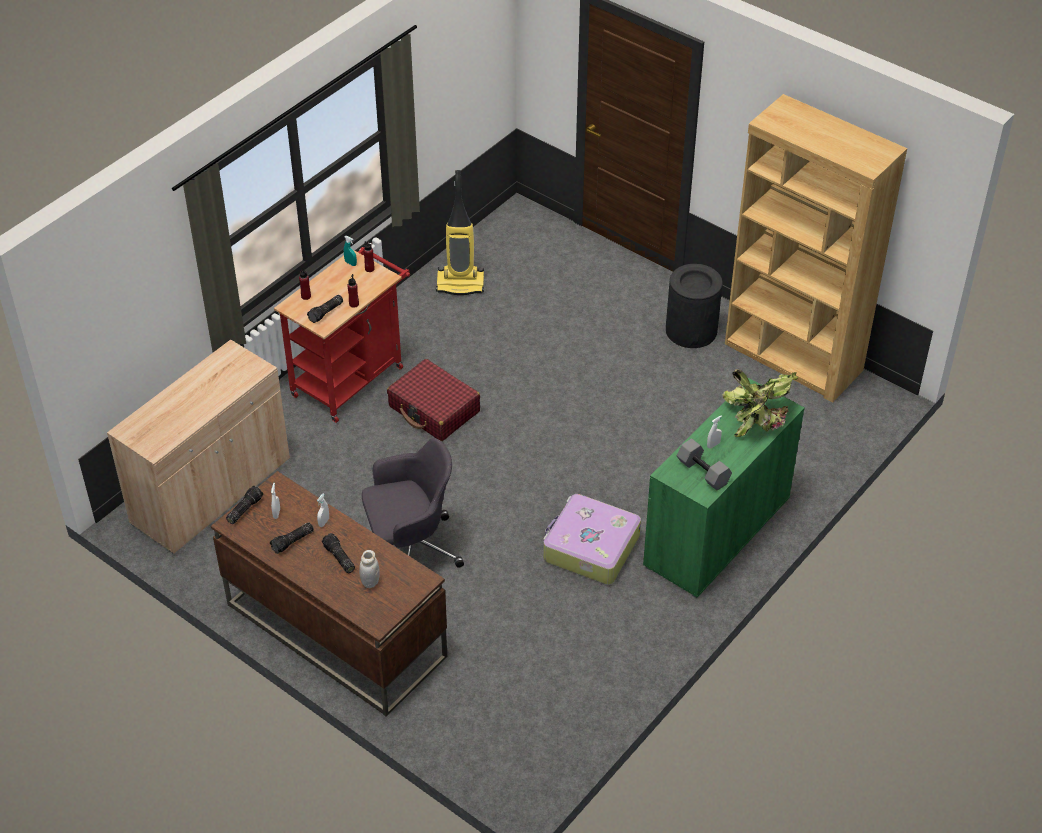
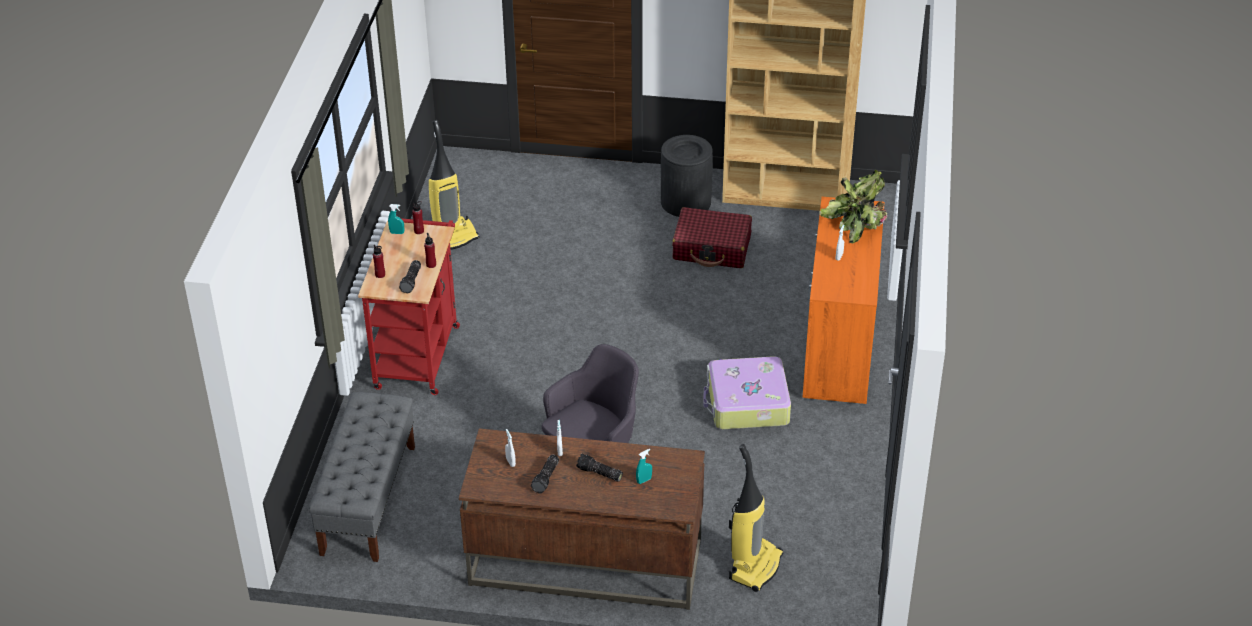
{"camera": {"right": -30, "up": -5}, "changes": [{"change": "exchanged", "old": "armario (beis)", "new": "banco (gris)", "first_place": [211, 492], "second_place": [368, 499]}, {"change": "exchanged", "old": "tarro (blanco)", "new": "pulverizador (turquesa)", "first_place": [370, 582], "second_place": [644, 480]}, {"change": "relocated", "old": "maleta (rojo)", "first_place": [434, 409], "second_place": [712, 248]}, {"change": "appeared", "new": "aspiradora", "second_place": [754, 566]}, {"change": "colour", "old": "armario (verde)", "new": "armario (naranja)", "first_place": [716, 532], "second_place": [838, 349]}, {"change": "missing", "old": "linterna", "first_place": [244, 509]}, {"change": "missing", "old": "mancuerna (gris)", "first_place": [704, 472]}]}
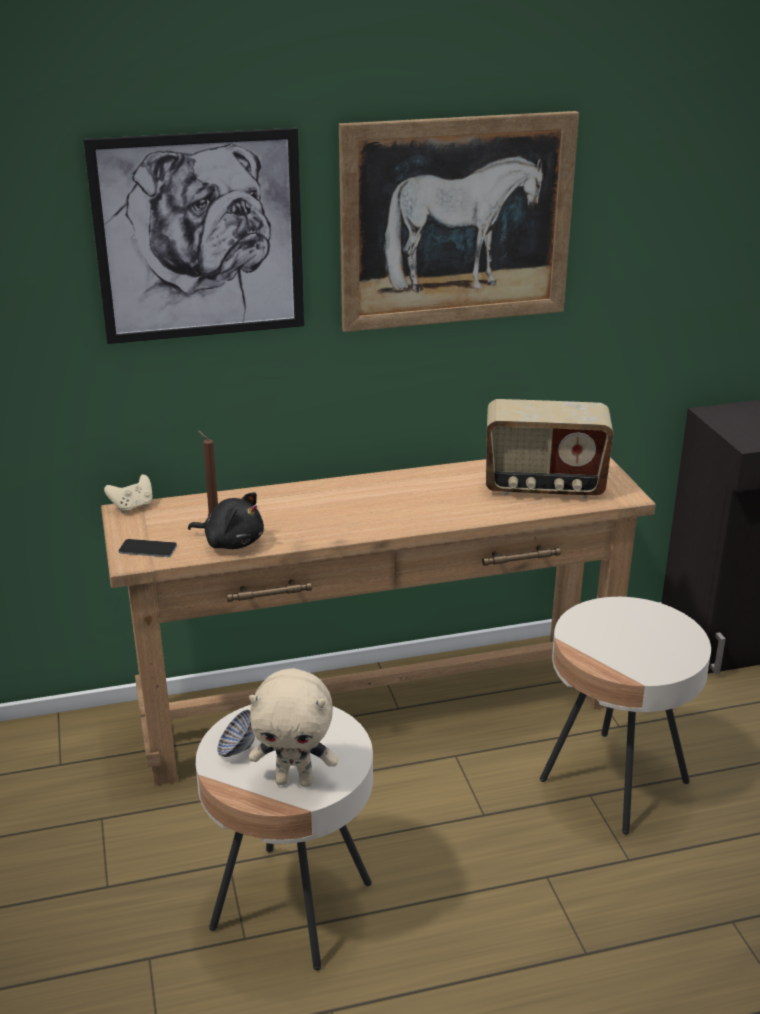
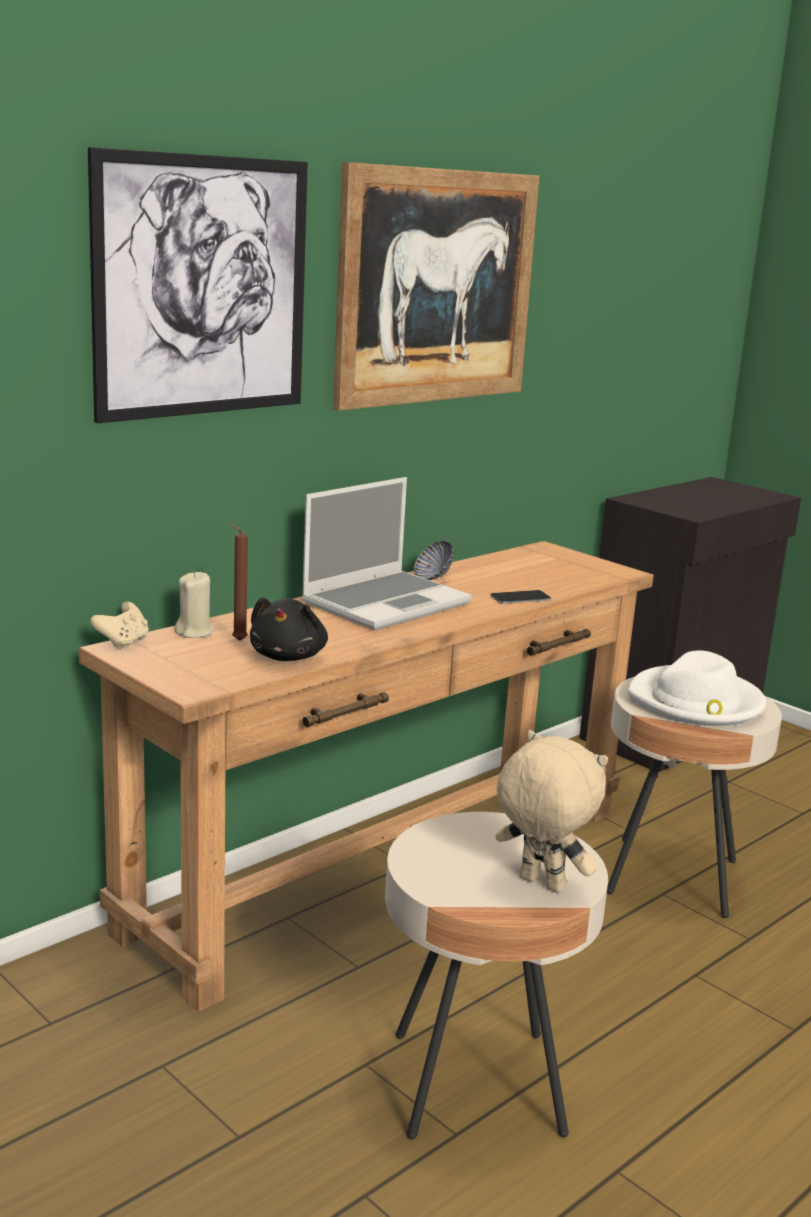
{"camera": {"right": -30, "up": -10}, "changes": [{"change": "appeared", "new": "vela (beis)", "second_place": [195, 632]}, {"change": "spun", "old": "peluche (negro)", "first_place": [231, 542], "second_place": [289, 656], "degrees": 105}, {"change": "appeared", "new": "portátil", "second_place": [386, 602]}, {"change": "relocated", "old": "cuenco", "first_place": [237, 749], "second_place": [432, 578]}, {"change": "relocated", "old": "móvil", "first_place": [148, 549], "second_place": [520, 598]}, {"change": "spun", "old": "peluche (beis)", "first_place": [295, 780], "second_place": [540, 884], "degrees": -120}, {"change": "appeared", "new": "sombrero (blanco)", "second_place": [696, 703]}, {"change": "missing", "old": "radio", "first_place": [544, 487]}]}
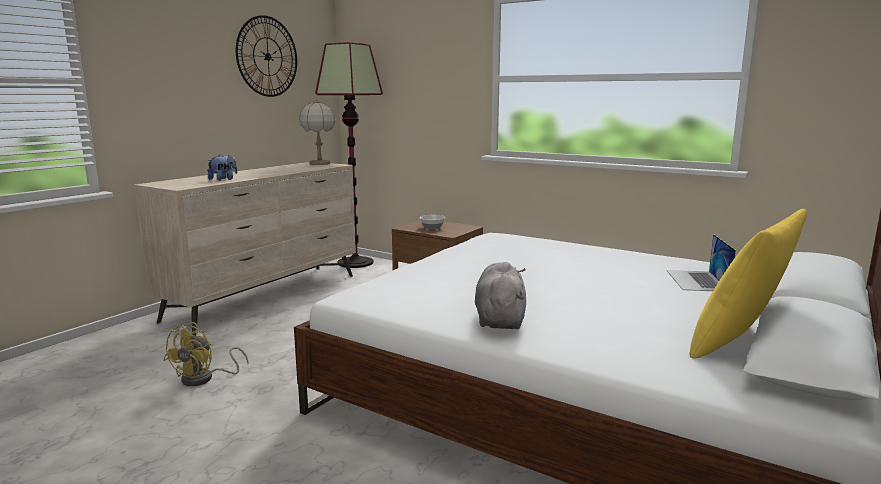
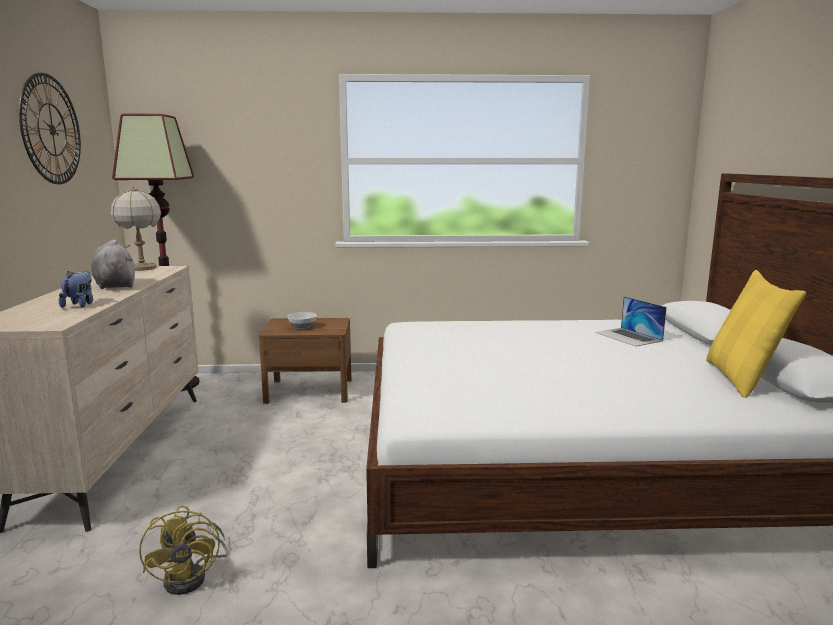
{"camera": {"right": -35, "up": 0}, "changes": [{"change": "relocated", "old": "peluche (gris)", "first_place": [499, 319], "second_place": [115, 285]}]}
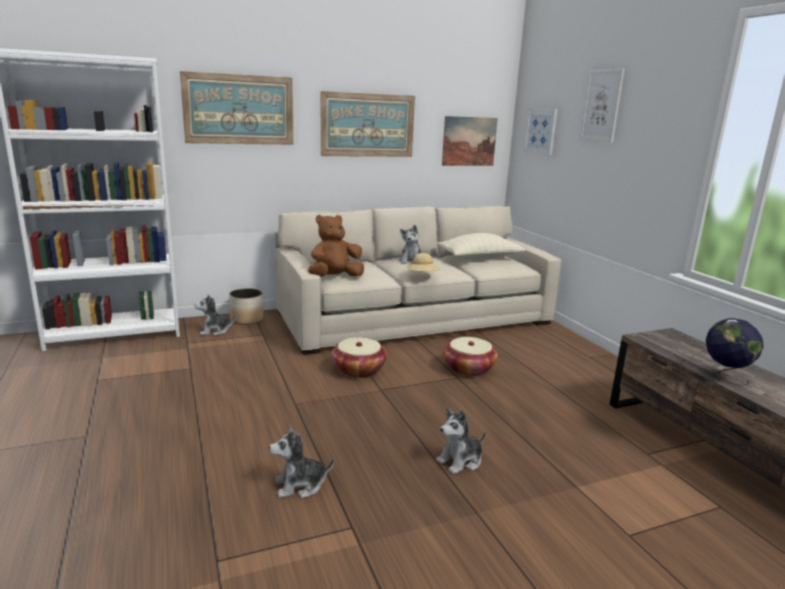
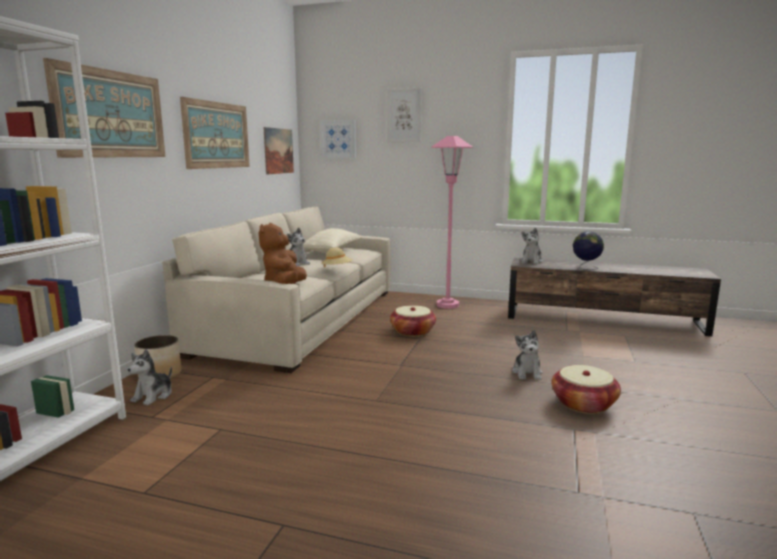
{"camera": {"right": -50, "up": -5}, "changes": [{"change": "appeared", "new": "lámpara de pie (rosa)", "second_place": [447, 305]}, {"change": "relocated", "old": "peluche", "first_place": [300, 485], "second_place": [531, 261]}, {"change": "relocated", "old": "cesta", "first_place": [358, 370], "second_place": [583, 404]}]}
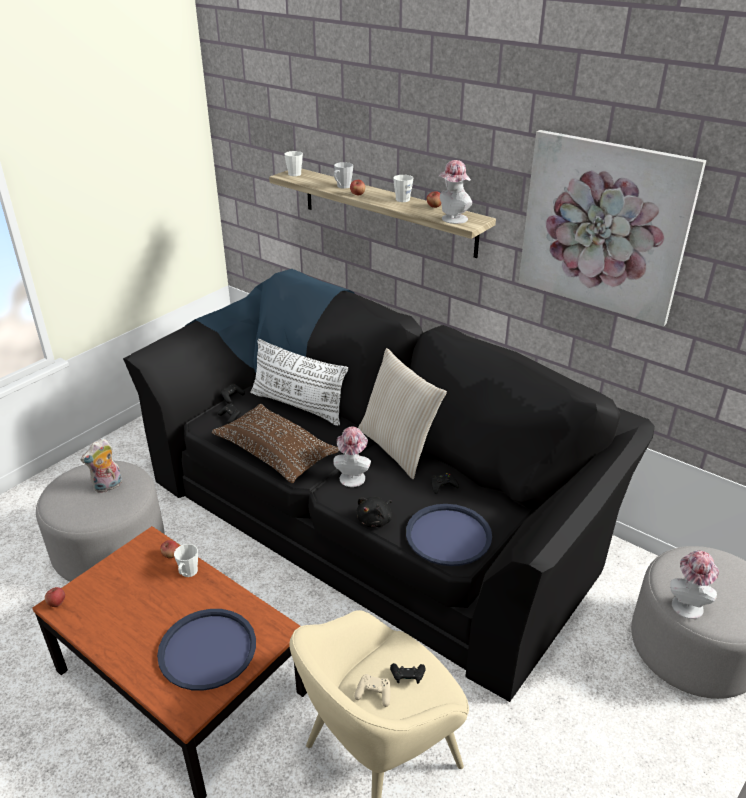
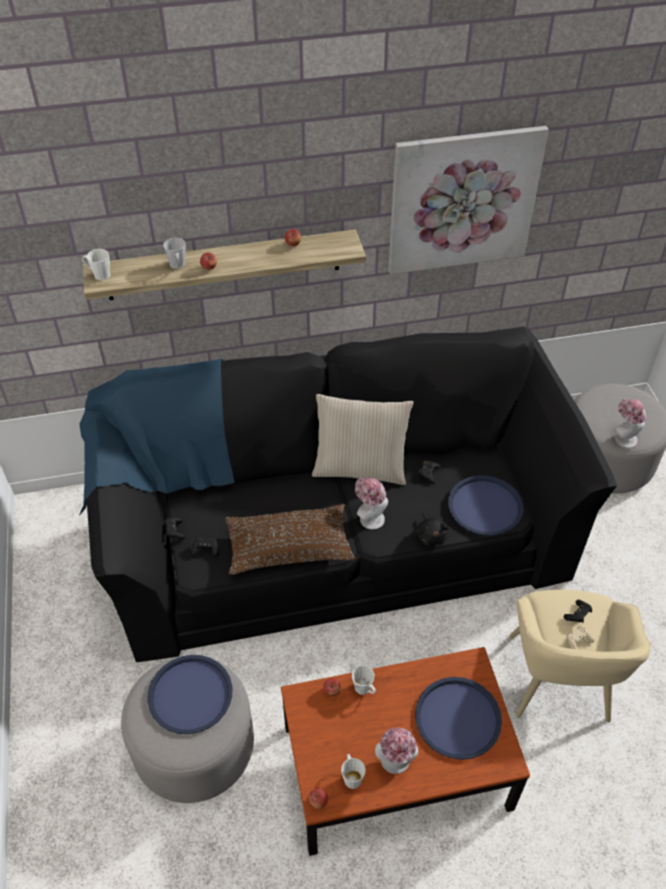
{"camera": {"right": -50, "up": 15}, "changes": [{"change": "exchanged", "old": "peluche", "new": "bandeja (azul)", "first_place": [108, 487], "second_place": [190, 695]}, {"change": "relocated", "old": "taza grande (blanco)", "first_place": [404, 198], "second_place": [351, 776]}, {"change": "relocated", "old": "sombrero", "first_place": [452, 220], "second_place": [395, 763]}, {"change": "missing", "old": "cojín (blanco)", "first_place": [298, 406]}]}
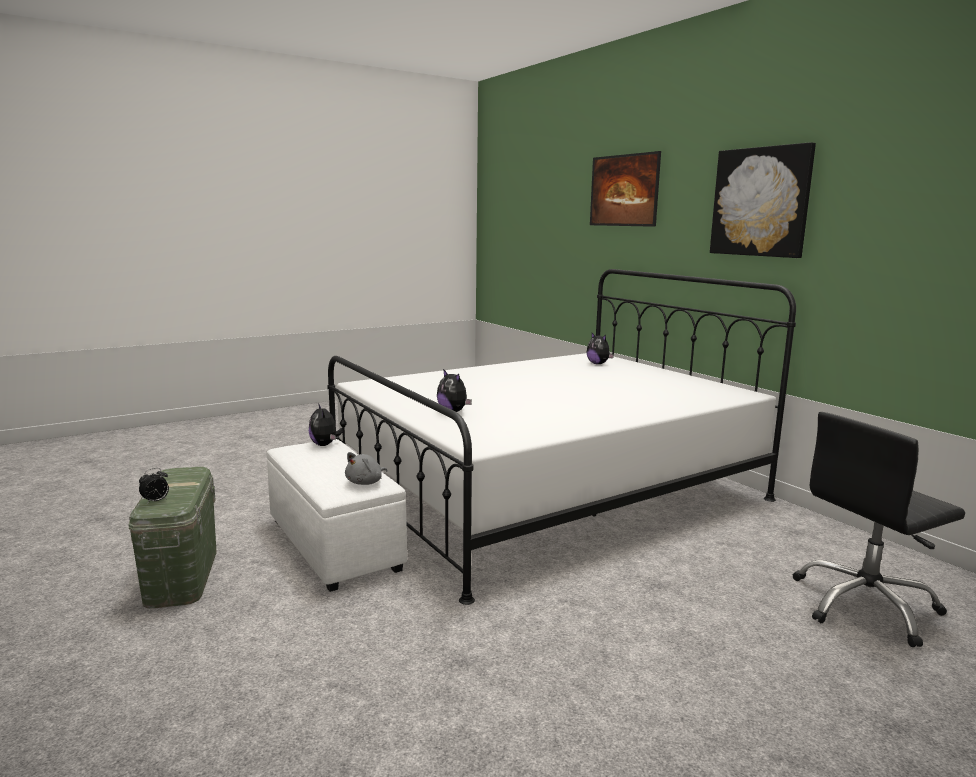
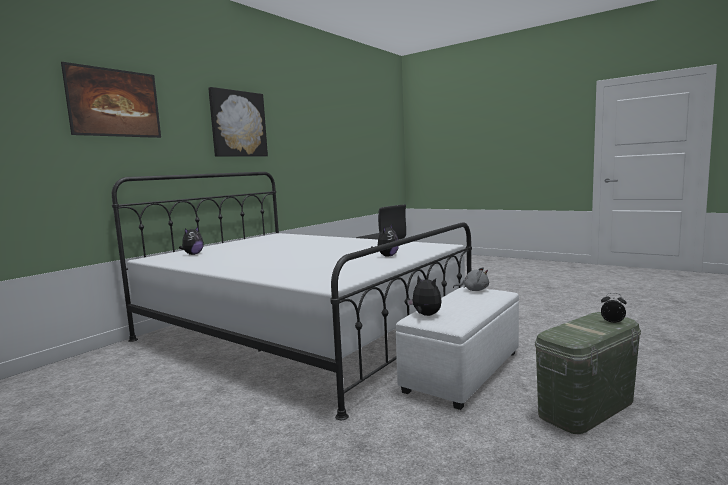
{"camera": {"right": -110, "up": -5}, "changes": [{"change": "spun", "old": "peluche", "first_place": [325, 445], "second_place": [425, 315], "degrees": -90}]}
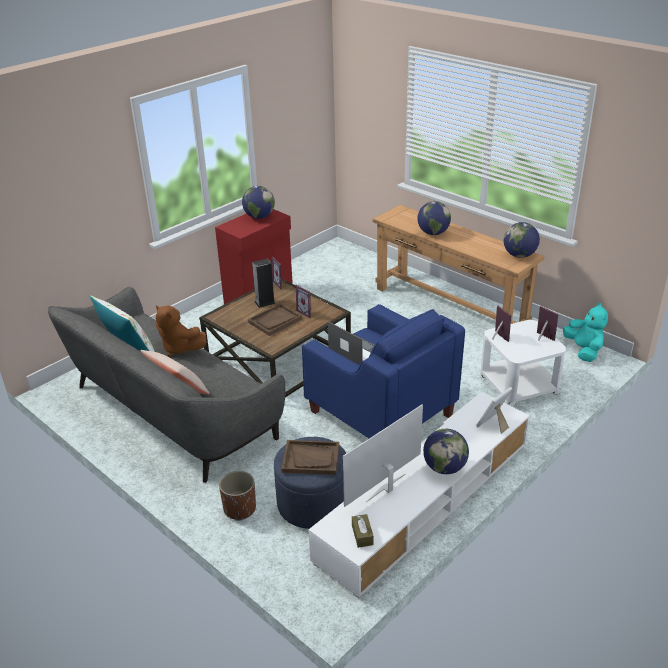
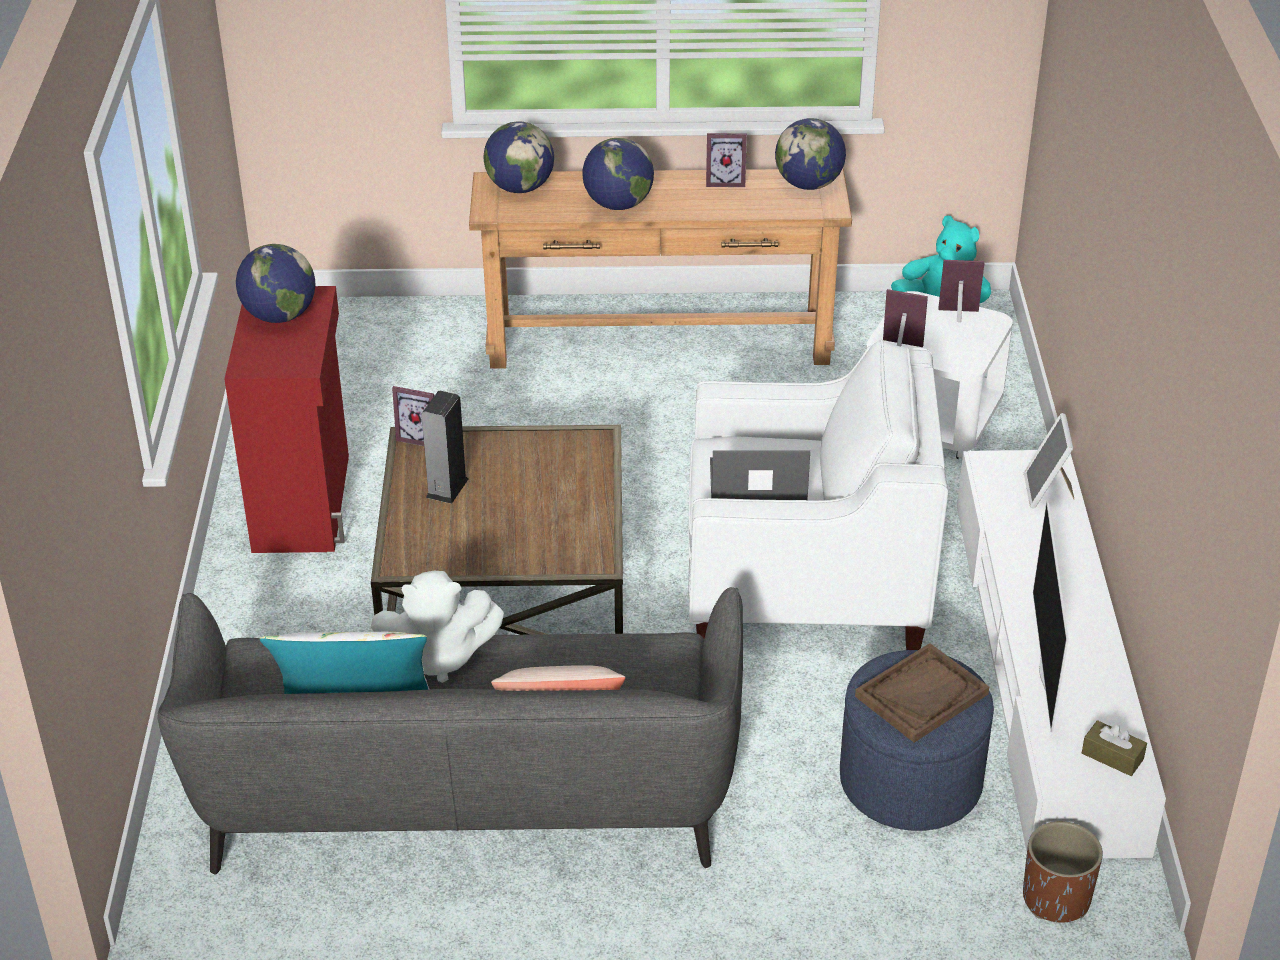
{"camera": {"right": -45, "up": 5}, "changes": [{"change": "colour", "old": "peluche (marrón)", "new": "peluche (blanco)", "first_place": [179, 348], "second_place": [438, 656]}, {"change": "relocated", "old": "globo terráqueo", "first_place": [444, 468], "second_place": [520, 188]}, {"change": "colour", "old": "sillón (azul)", "new": "sillón (blanco)", "first_place": [380, 413], "second_place": [806, 582]}, {"change": "relocated", "old": "portarretratos", "first_place": [307, 312], "second_place": [725, 181]}, {"change": "relocated", "old": "maceta (marrón)", "first_place": [239, 509], "second_place": [1056, 899]}, {"change": "missing", "old": "bandeja (marrón)", "first_place": [275, 321]}]}
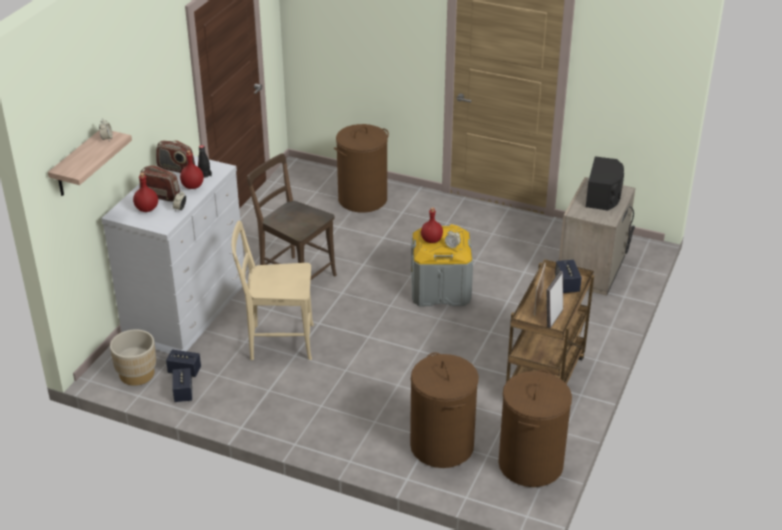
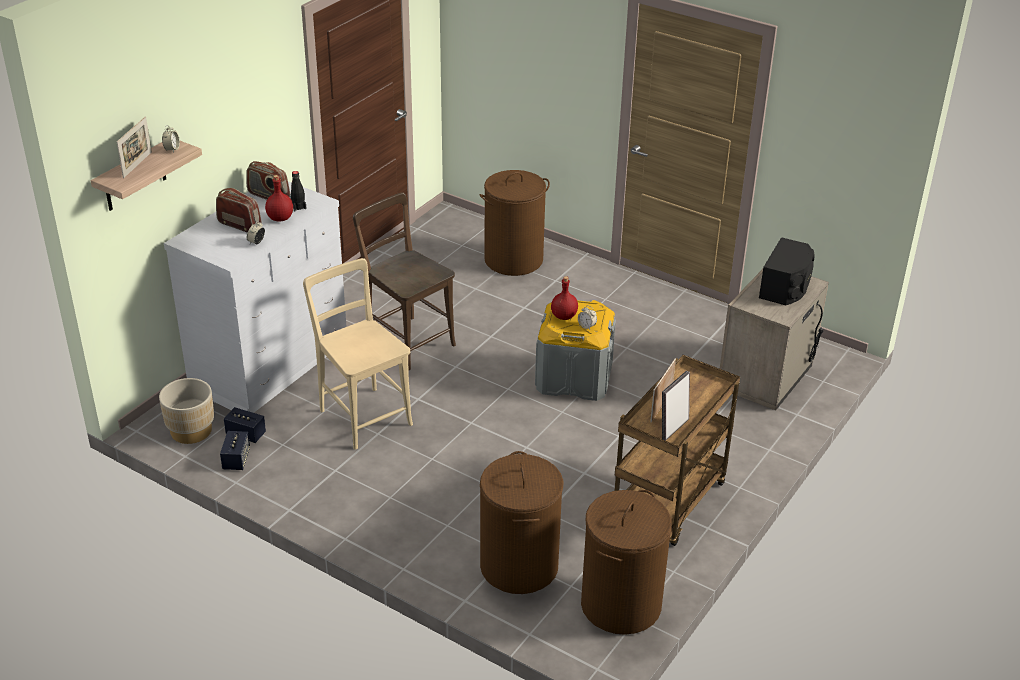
{"camera": {"right": 10, "up": 0}, "changes": [{"change": "appeared", "new": "portarretratos", "second_place": [137, 165]}, {"change": "spun", "old": "silla (beis)", "first_place": [277, 342], "second_place": [363, 415], "degrees": 45}, {"change": "missing", "old": "botella (rojo)", "first_place": [147, 209]}, {"change": "missing", "old": "altavoz", "first_place": [567, 285]}]}
